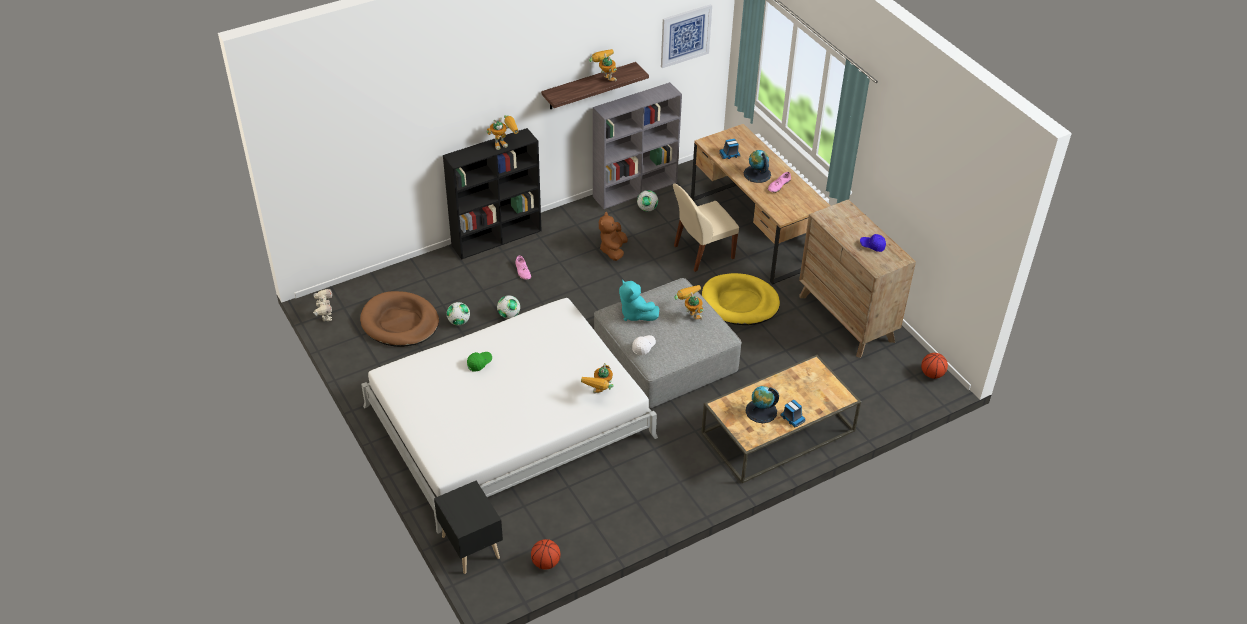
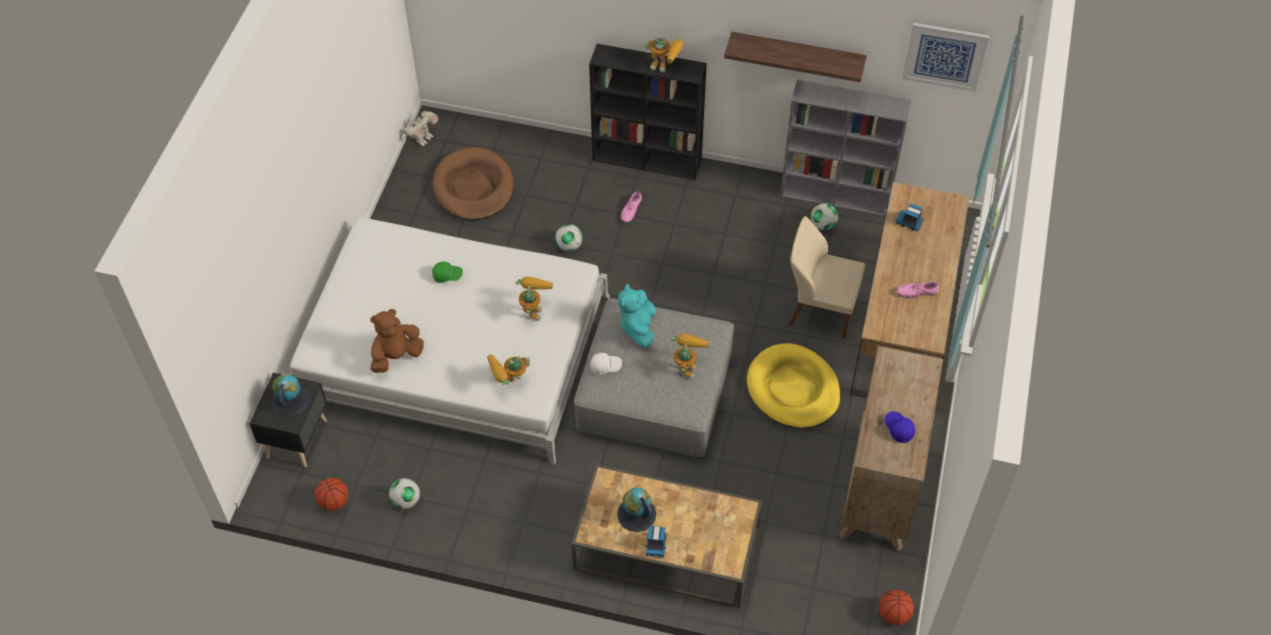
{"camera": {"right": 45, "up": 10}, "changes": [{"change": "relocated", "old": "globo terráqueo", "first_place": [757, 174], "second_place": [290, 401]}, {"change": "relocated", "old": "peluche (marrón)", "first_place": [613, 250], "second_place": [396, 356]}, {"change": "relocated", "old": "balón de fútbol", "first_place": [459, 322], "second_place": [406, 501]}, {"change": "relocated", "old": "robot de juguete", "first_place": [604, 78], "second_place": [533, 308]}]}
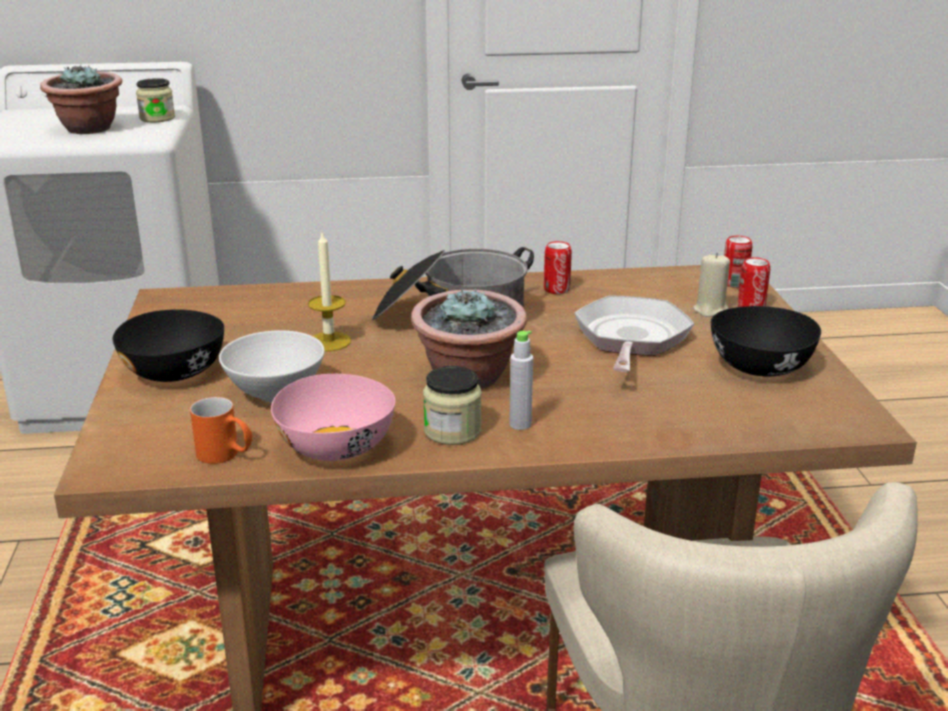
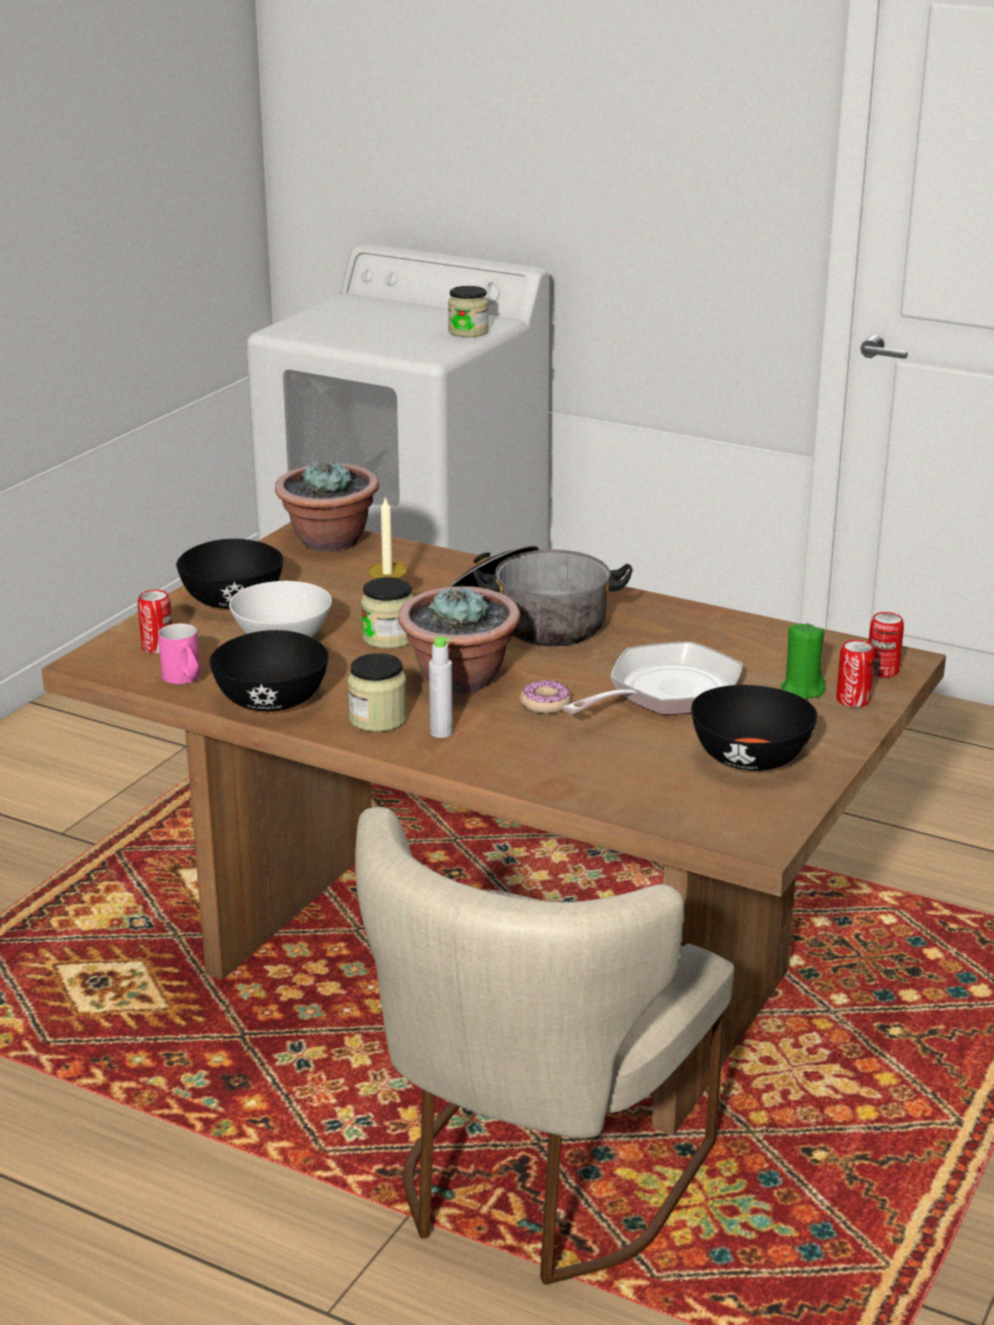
{"camera": {"right": 35, "up": 0}, "changes": [{"change": "relocated", "old": "lata", "first_place": [556, 289], "second_place": [158, 647]}, {"change": "colour", "old": "taza grande (naranja)", "new": "taza grande (rosa)", "first_place": [226, 456], "second_place": [184, 680]}, {"change": "colour", "old": "cuenco (rosa)", "new": "cuenco (negro)", "first_place": [337, 447], "second_place": [272, 701]}, {"change": "relocated", "old": "planta en maceta", "first_place": [89, 129], "second_place": [329, 542]}, {"change": "appeared", "new": "tarro", "second_place": [388, 638]}, {"change": "appeared", "new": "rosquilla", "second_place": [545, 704]}, {"change": "colour", "old": "vela (beis)", "new": "vela (verde)", "first_place": [711, 310], "second_place": [802, 690]}]}
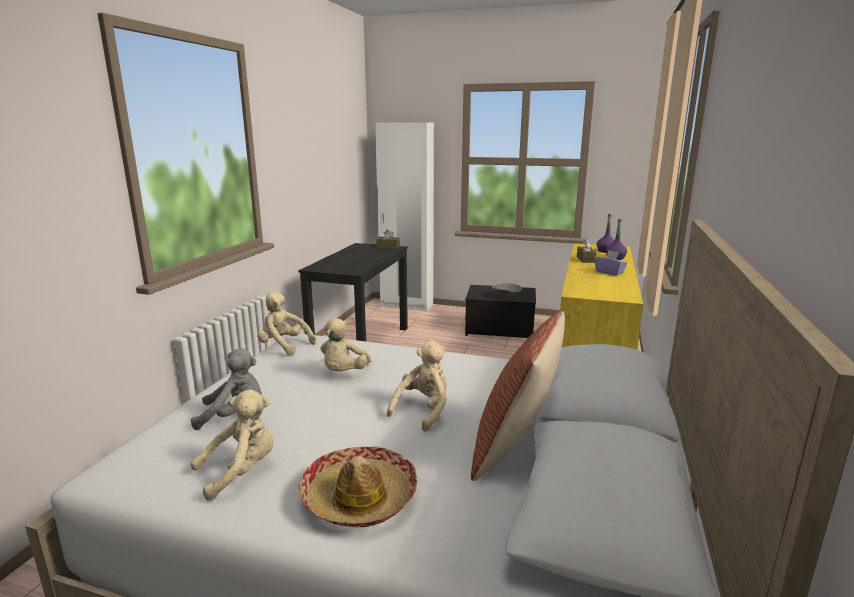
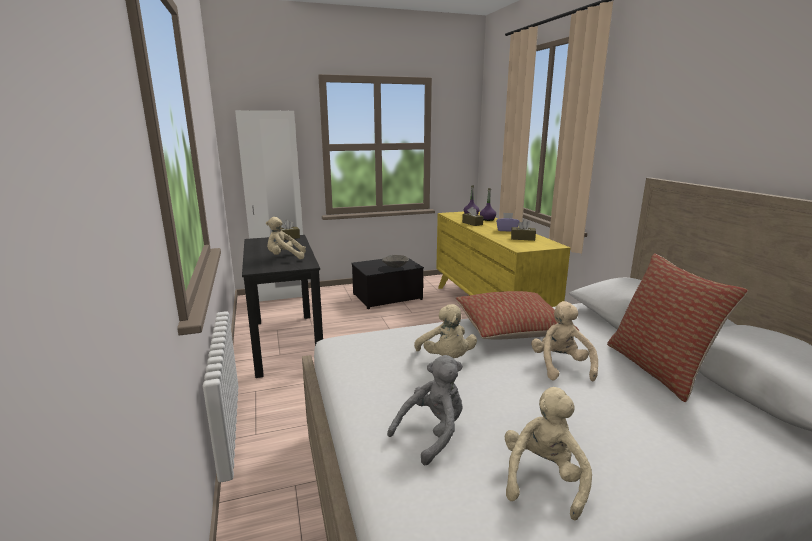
{"camera": {"right": -35, "up": 0}, "changes": [{"change": "relocated", "old": "peluche (beis)", "first_place": [284, 346], "second_place": [285, 257]}, {"change": "appeared", "new": "cojín", "second_place": [511, 329]}, {"change": "appeared", "new": "caja de pañuelos (marrón)", "second_place": [522, 238]}, {"change": "missing", "old": "sombrero", "first_place": [359, 497]}]}
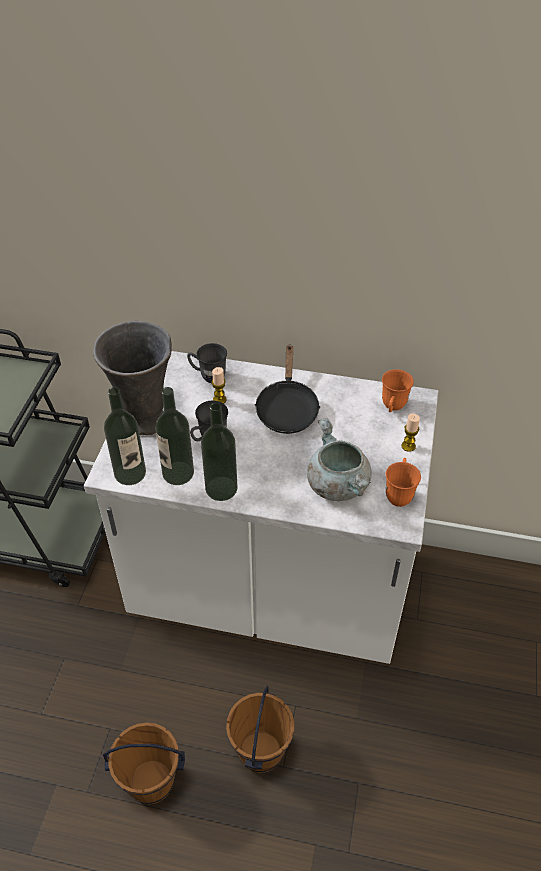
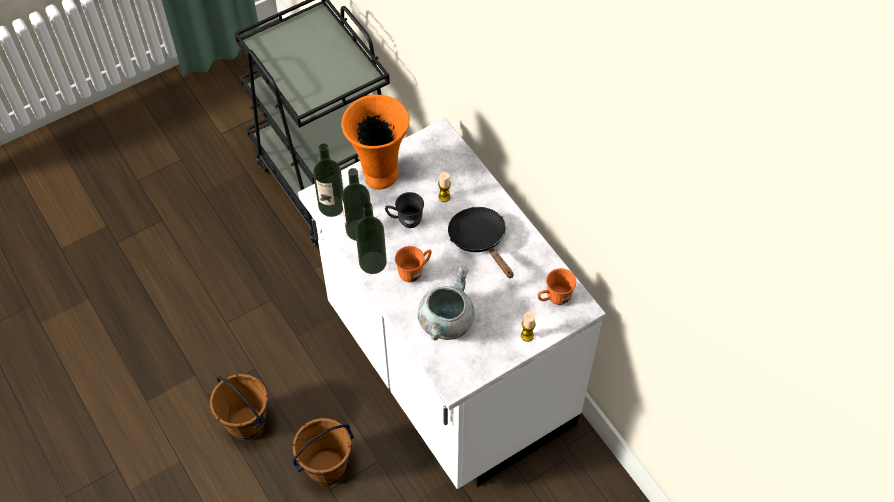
{"camera": {"right": 45, "up": 10}, "changes": [{"change": "colour", "old": "florero (gris)", "new": "florero (naranja)", "first_place": [145, 422], "second_place": [379, 176]}, {"change": "relocated", "old": "taza grande (naranja)", "first_place": [399, 493], "second_place": [414, 272]}, {"change": "spun", "old": "sartén (negro)", "first_place": [287, 409], "second_place": [480, 240], "degrees": 105}, {"change": "missing", "old": "taza grande (gris)", "first_place": [208, 376]}]}
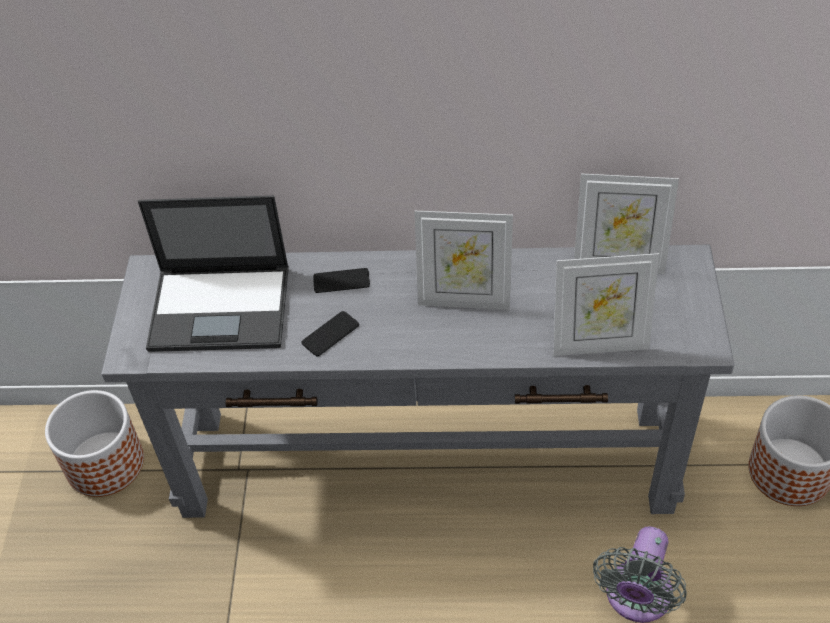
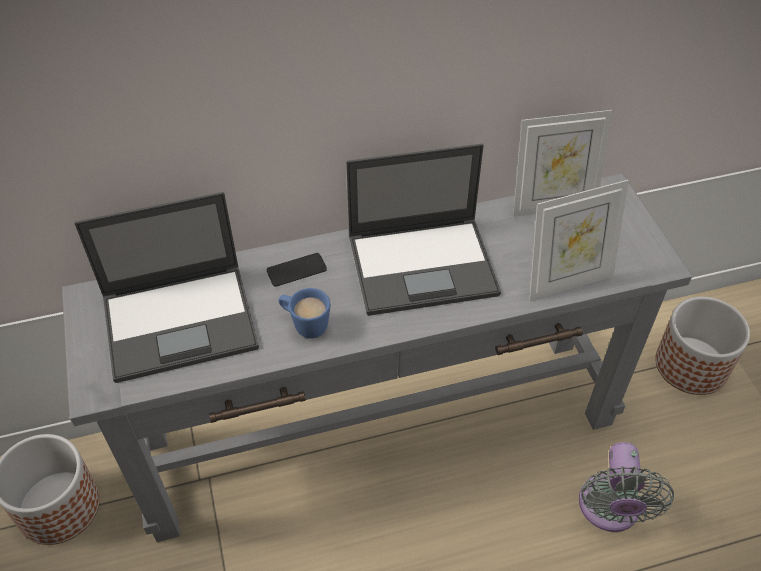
{"camera": {"right": -20, "up": 0}, "changes": [{"change": "exchanged", "old": "móvil", "new": "taza grande (azul)", "first_place": [330, 334], "second_place": [305, 324]}, {"change": "exchanged", "old": "portarretratos", "new": "portátil", "first_place": [464, 300], "second_place": [424, 265]}]}
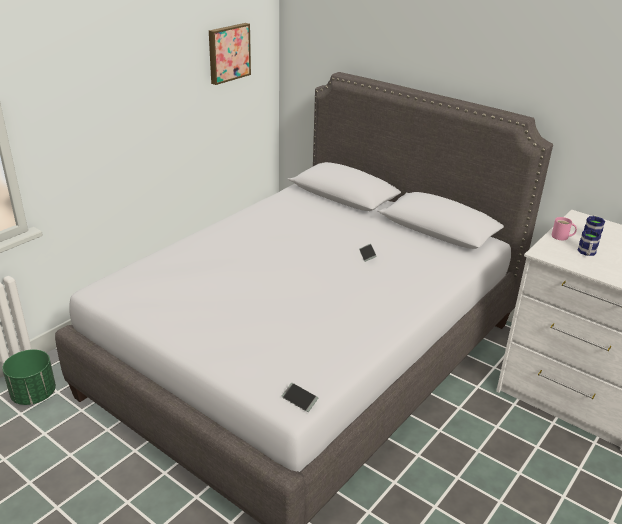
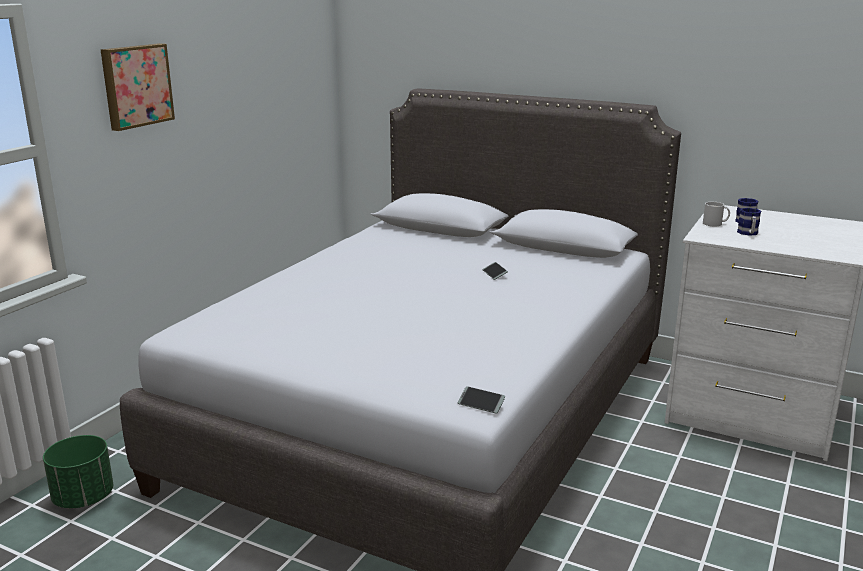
{"camera": {"right": -10, "up": -10}, "changes": [{"change": "relocated", "old": "cuadro", "first_place": [228, 53], "second_place": [136, 85]}, {"change": "colour", "old": "taza grande (rosa)", "new": "taza grande (blanco)", "first_place": [561, 237], "second_place": [714, 224]}]}
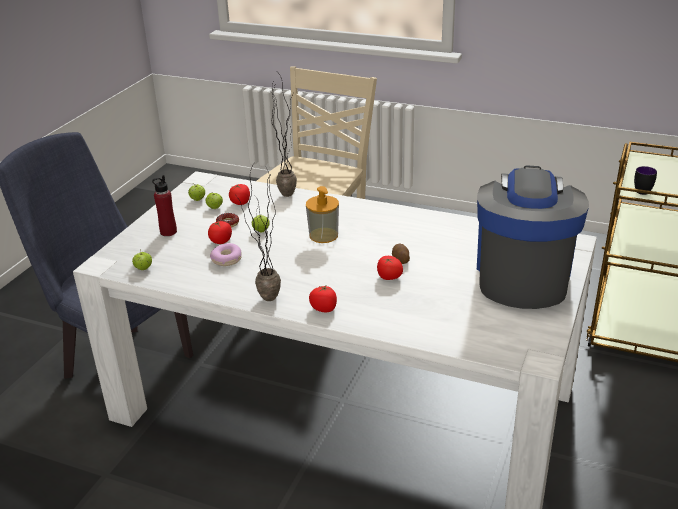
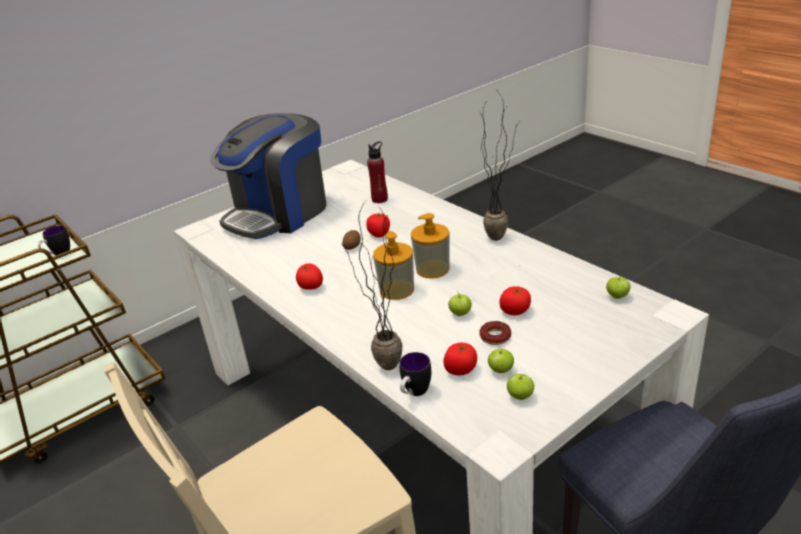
{"camera": {"right": -150, "up": 0}, "changes": [{"change": "relocated", "old": "tomate", "first_place": [324, 308], "second_place": [311, 286]}, {"change": "relocated", "old": "botella (rojo)", "first_place": [168, 232], "second_place": [380, 199]}, {"change": "appeared", "new": "taza grande", "second_place": [414, 393]}, {"change": "appeared", "new": "dispensador de jabón", "second_place": [432, 269]}, {"change": "missing", "old": "rosquilla", "first_place": [227, 260]}]}
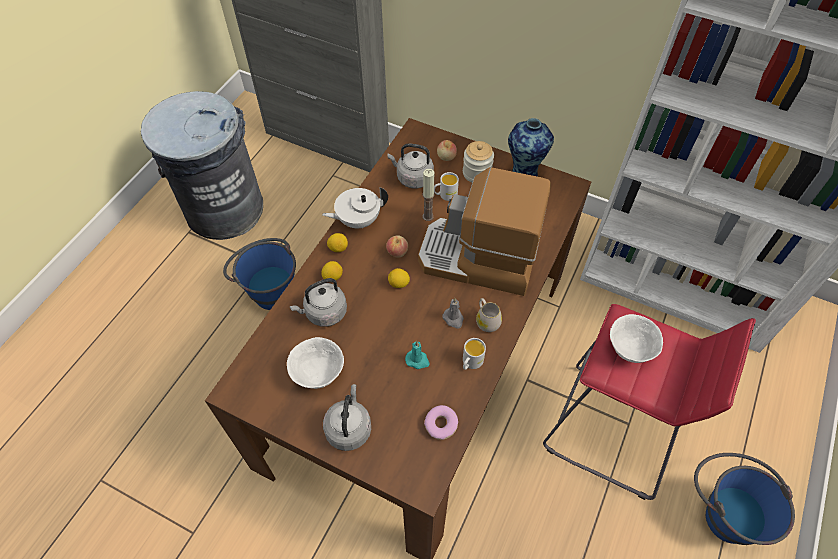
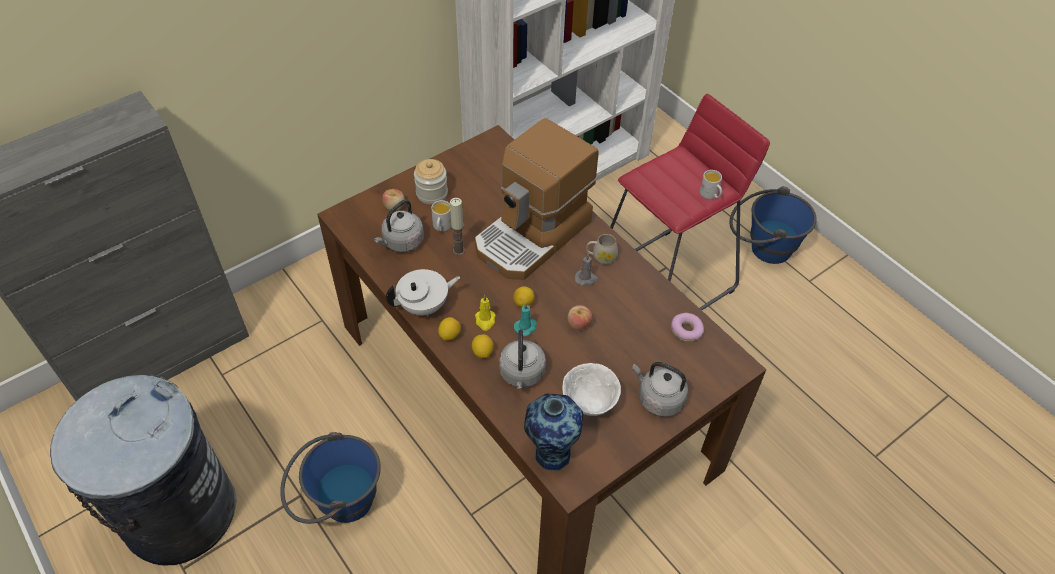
{"camera": {"right": -65, "up": -5}, "changes": [{"change": "spun", "old": "tetera (blanco)", "first_place": [358, 220], "second_place": [424, 306], "degrees": -120}, {"change": "appeared", "new": "vela (amarillo)", "second_place": [485, 320]}, {"change": "relocated", "old": "vela (turquesa)", "first_place": [417, 360], "second_place": [526, 327]}, {"change": "relocated", "old": "florero", "first_place": [524, 174], "second_place": [551, 453]}, {"change": "relocated", "old": "manzana", "first_place": [397, 252], "second_place": [578, 324]}, {"change": "relocated", "old": "taza grande (blanco)", "first_place": [470, 363], "second_place": [710, 195]}, {"change": "missing", "old": "cuenco (blanco)", "first_place": [629, 349]}]}
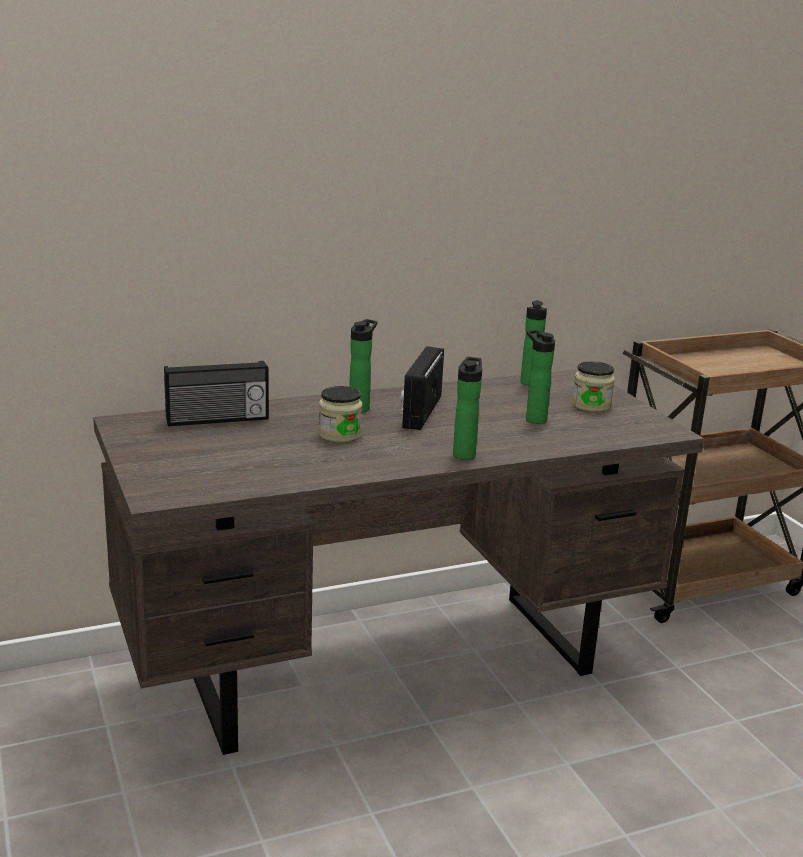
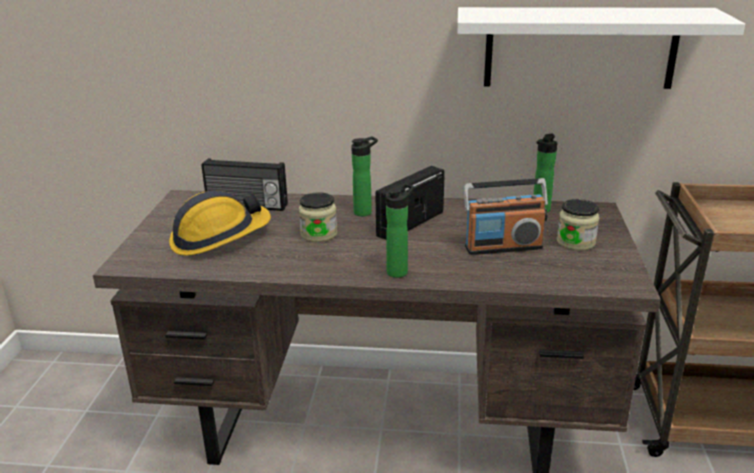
{"camera": {"right": 30, "up": 5}, "changes": [{"change": "appeared", "new": "casco", "second_place": [219, 237]}, {"change": "appeared", "new": "estante (blanco)", "second_place": [580, 48]}, {"change": "exchanged", "old": "botella", "new": "radio", "first_place": [533, 419], "second_place": [503, 247]}]}
